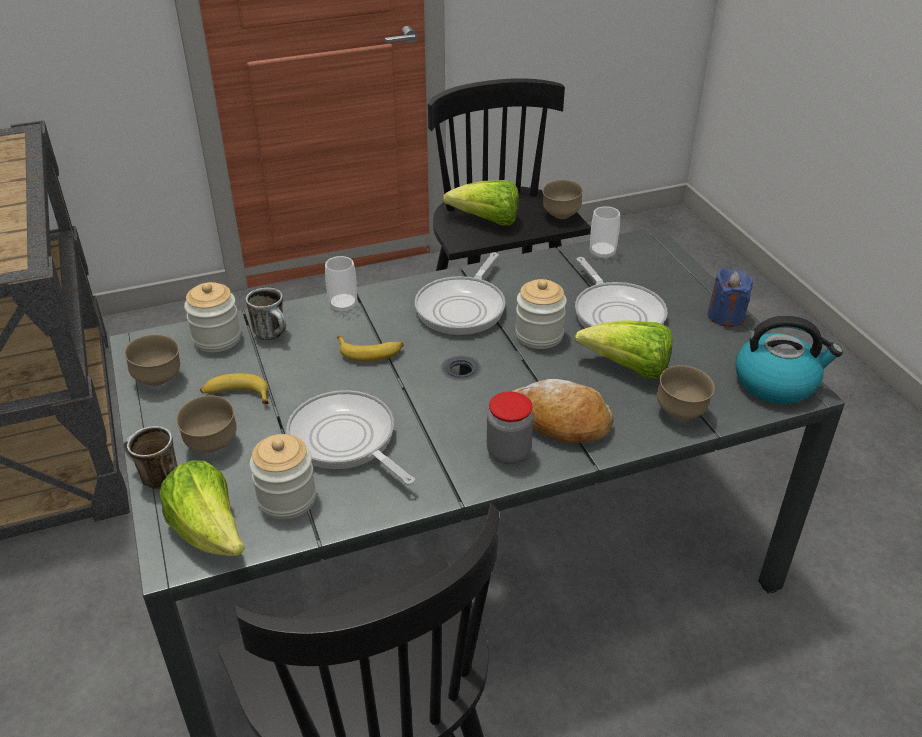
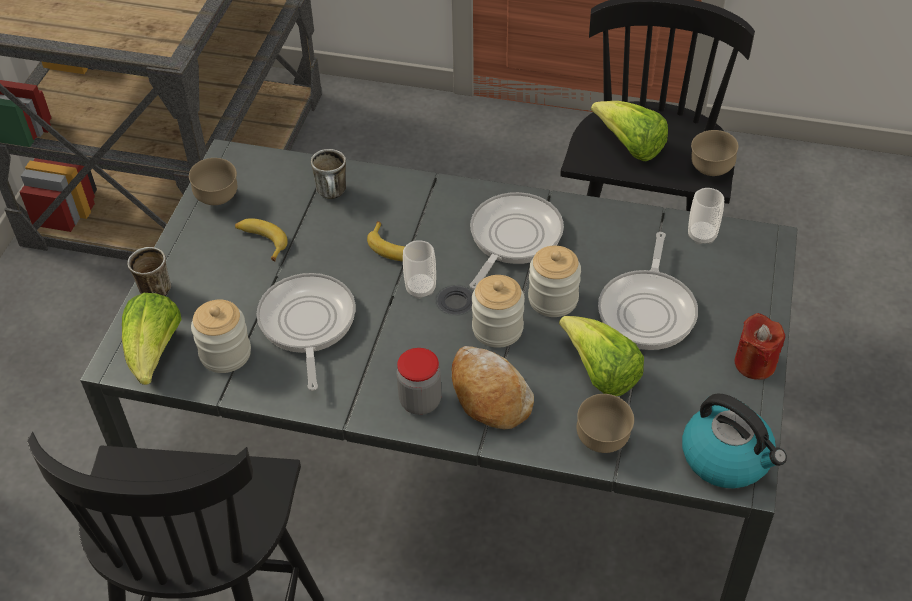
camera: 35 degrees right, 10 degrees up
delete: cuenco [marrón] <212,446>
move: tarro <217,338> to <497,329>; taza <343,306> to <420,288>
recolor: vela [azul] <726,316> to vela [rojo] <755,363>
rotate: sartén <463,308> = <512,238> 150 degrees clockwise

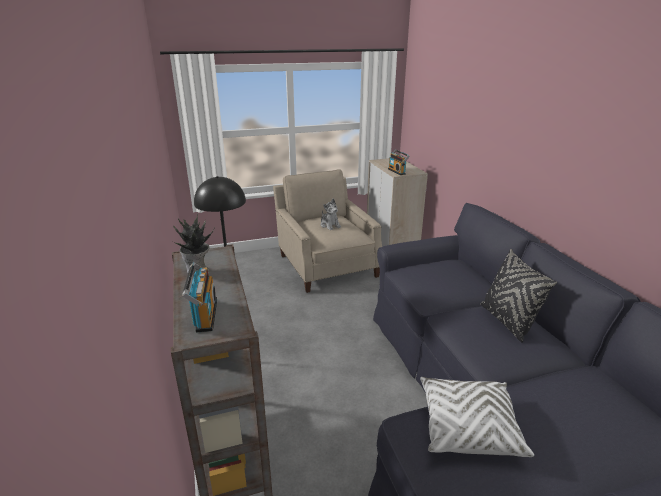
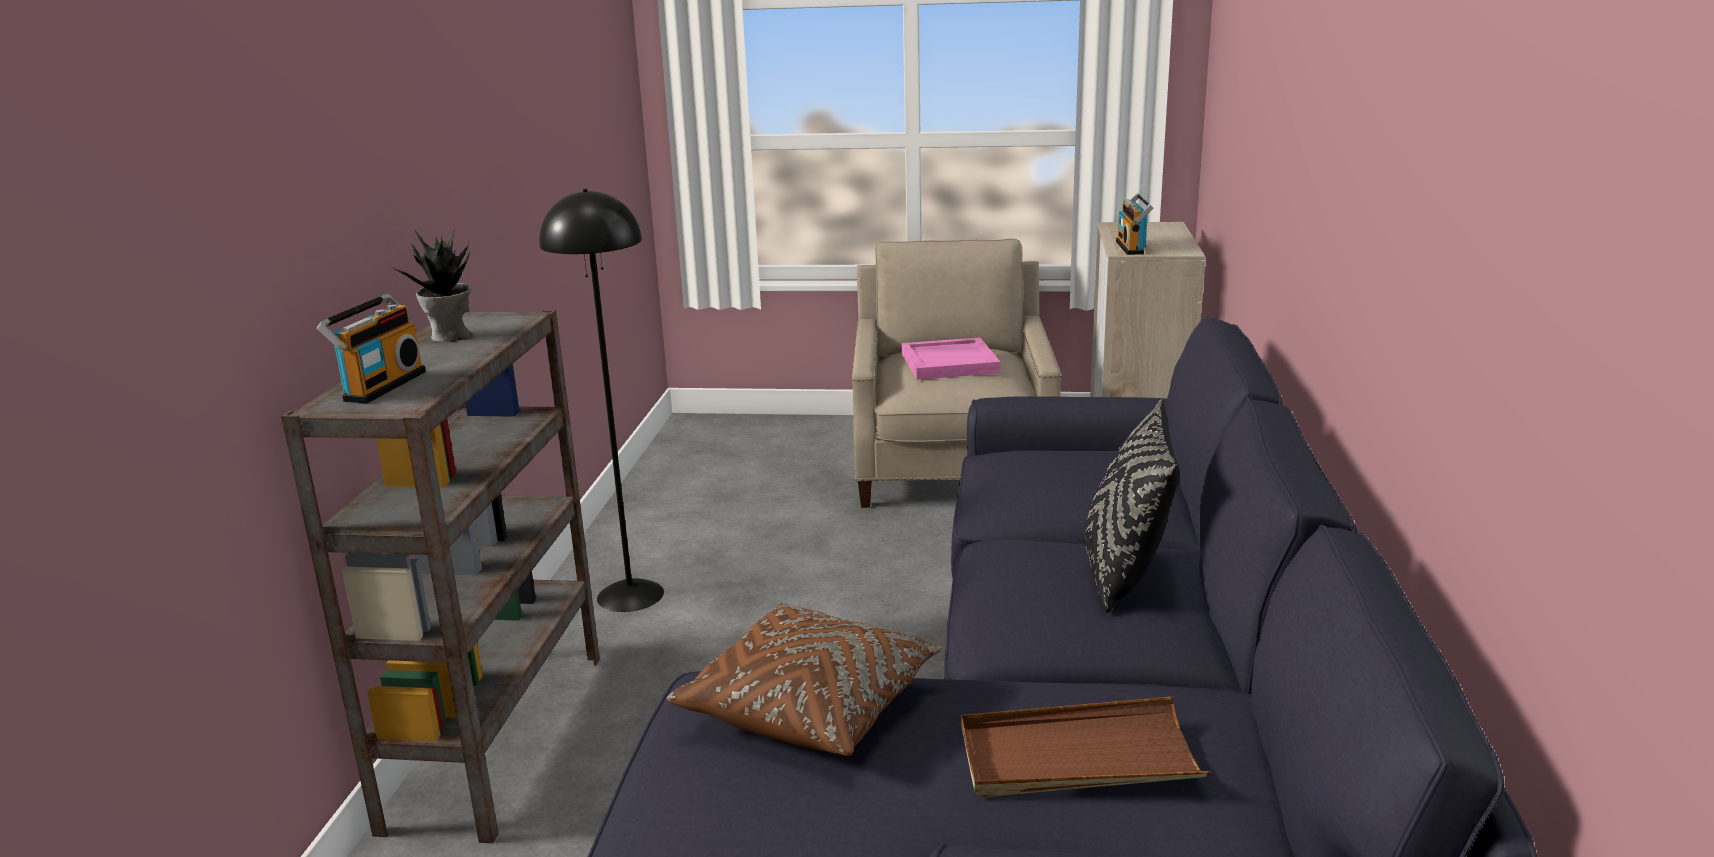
camera: 25 degrees right, 5 degrees down
insert: bandeja [marrón] <1077,756>
replace: peluche <330,225> to bandeja [rosa] <950,363>
recolor: cojín [blanco] <468,426> to cojín [marrón] <811,705>

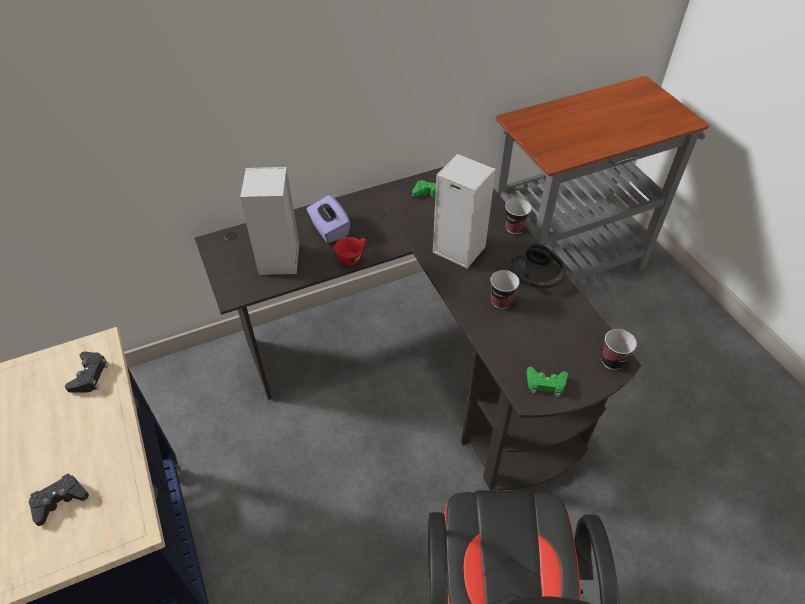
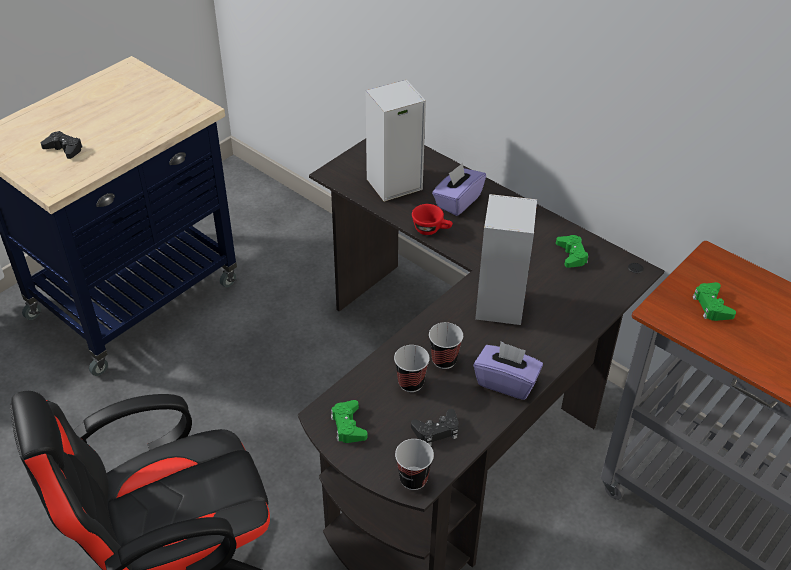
camera: 65 degrees right, 5 degrees down
insert: mando de consola [verde] <712,306>
move: mando de consola [negro] <89,375> to <436,431>; taza <514,228> to <411,383>
replace: auriculares [negro] <538,275> to caja de pañuelos [morado] <506,382>

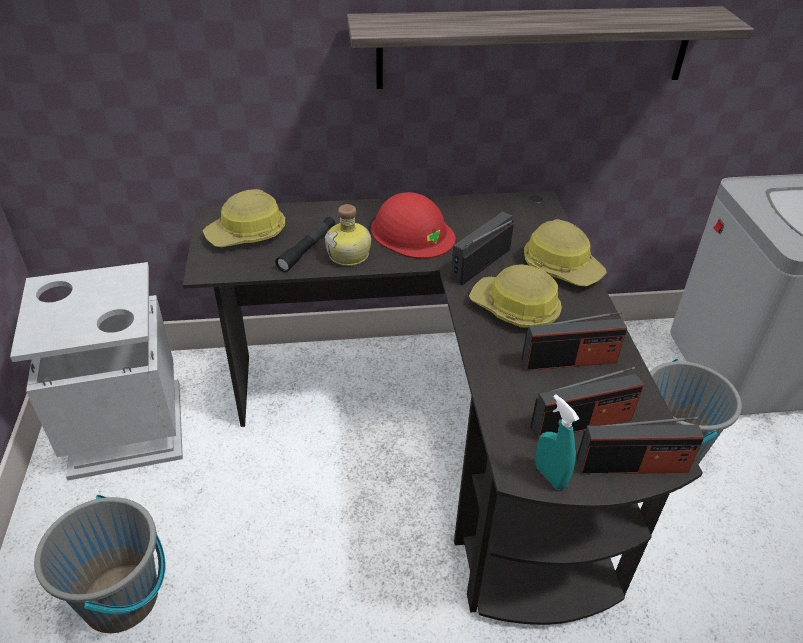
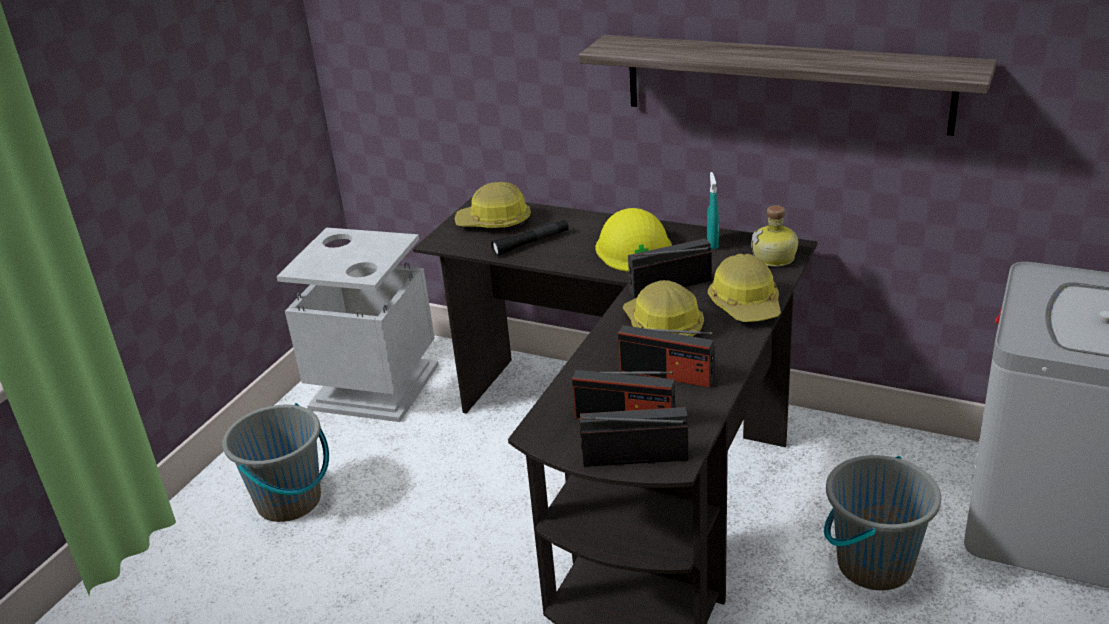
camera: 35 degrees right, 10 degrees down
move: botella <350,255> to <775,258>; pulverizador [turquesa] <550,476> to <712,243>
recolor: casco [rojo] <412,232> to casco [amarillo] <634,249>
rotate: radio <632,465> = <634,457> 150 degrees clockwise

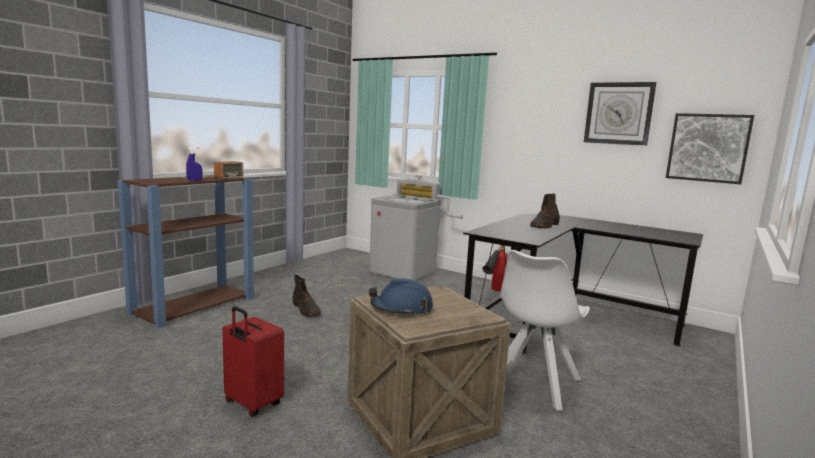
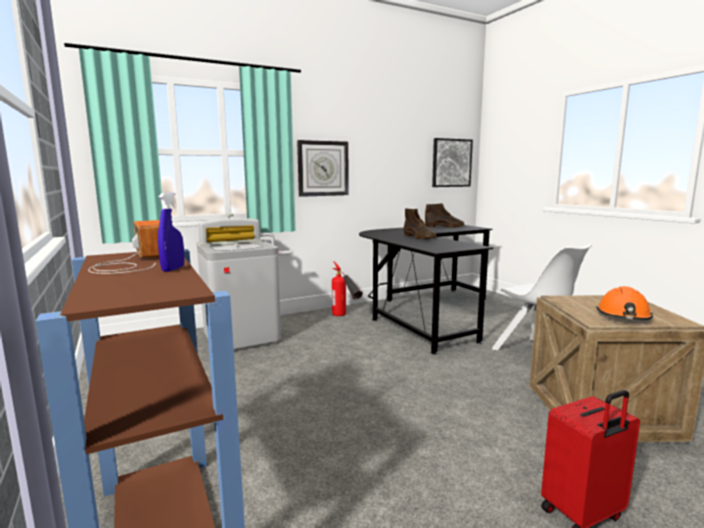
camera: 60 degrees left, 0 degrees up
move: bota [marrón] <306,310> to <444,227>; reloj de pared <618,113> to <323,168>
recolor: casco [azul] <401,309> to casco [naranja] <623,316>

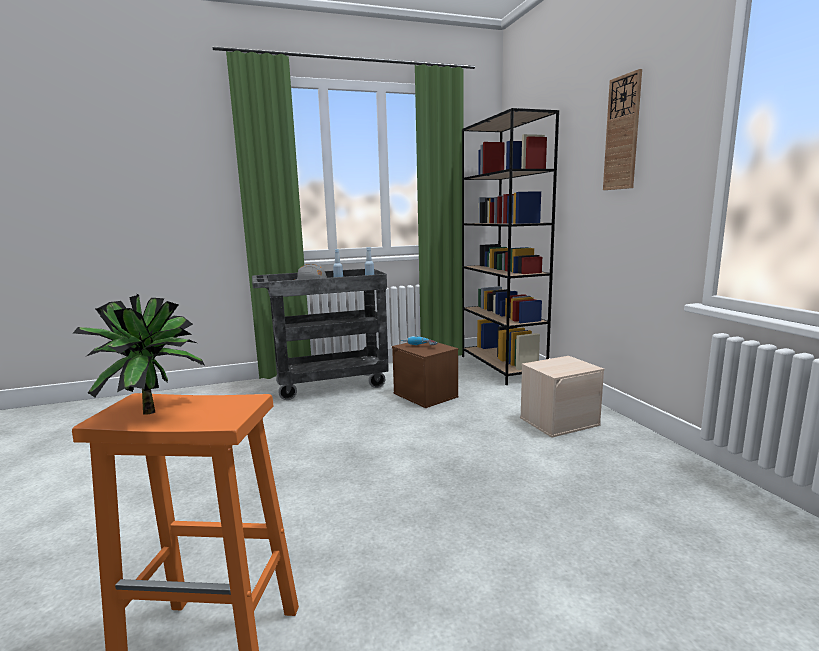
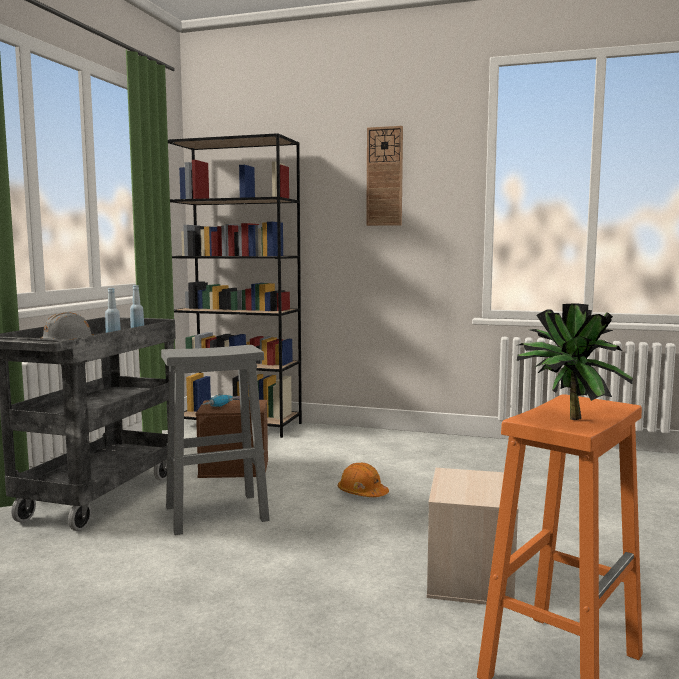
camera: 55 degrees left, 5 degrees down
insert: taburete [gris] <218,513>; casco [naranja] <362,493>
move: caja de almacenaje [beis] <559,421> to <469,576>

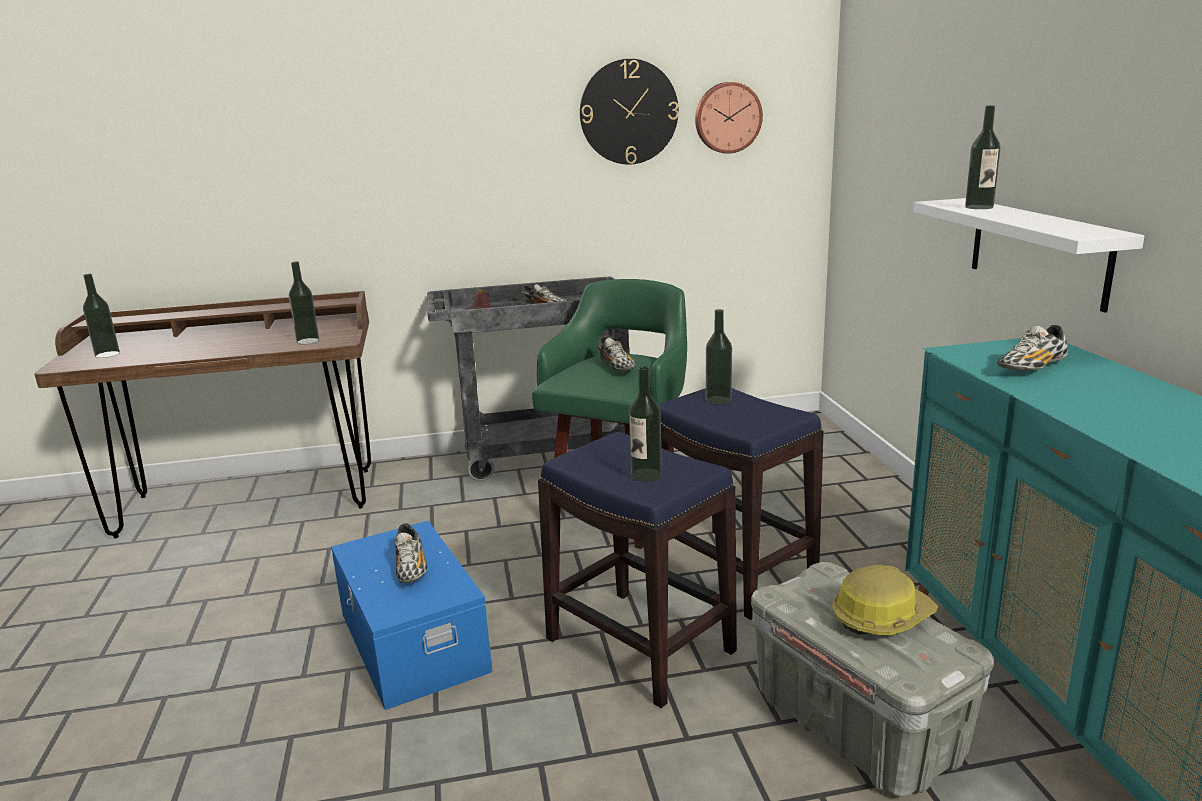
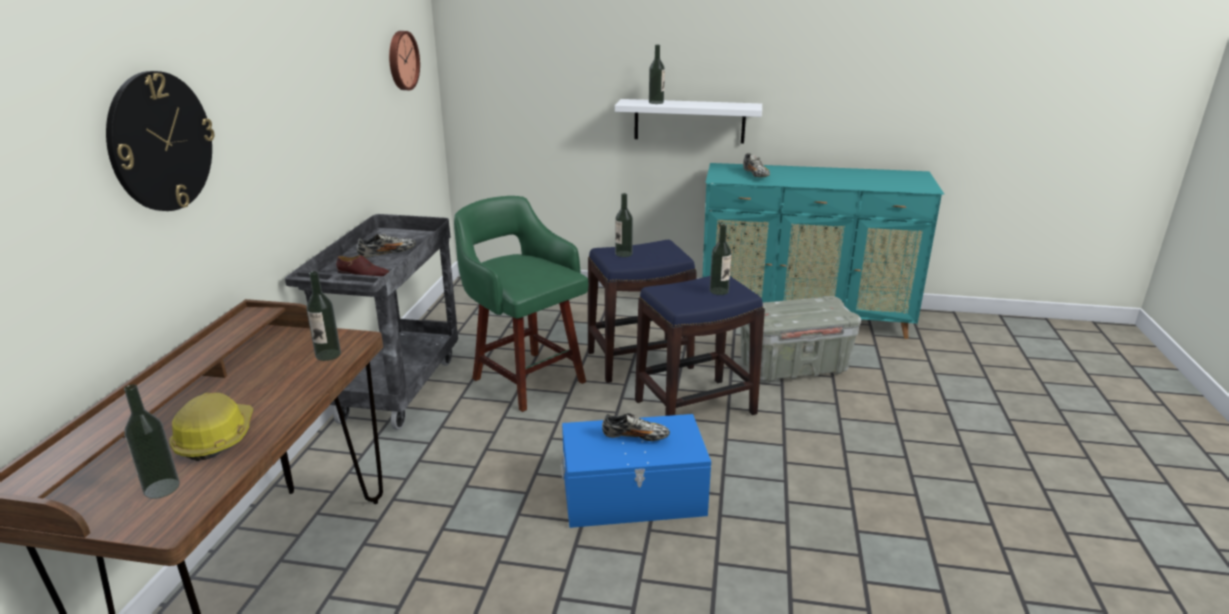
camera: 70 degrees left, 5 degrees up
delete: zapato <616,367>
move: reloj de pared <628,112> to <160,142>; casco <881,617> to <215,438>

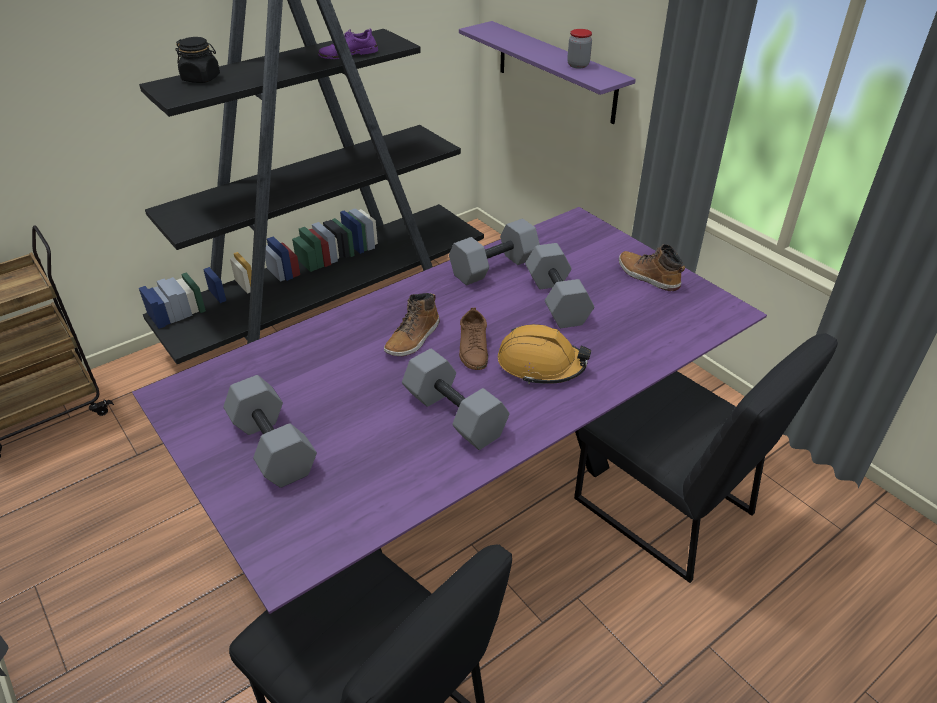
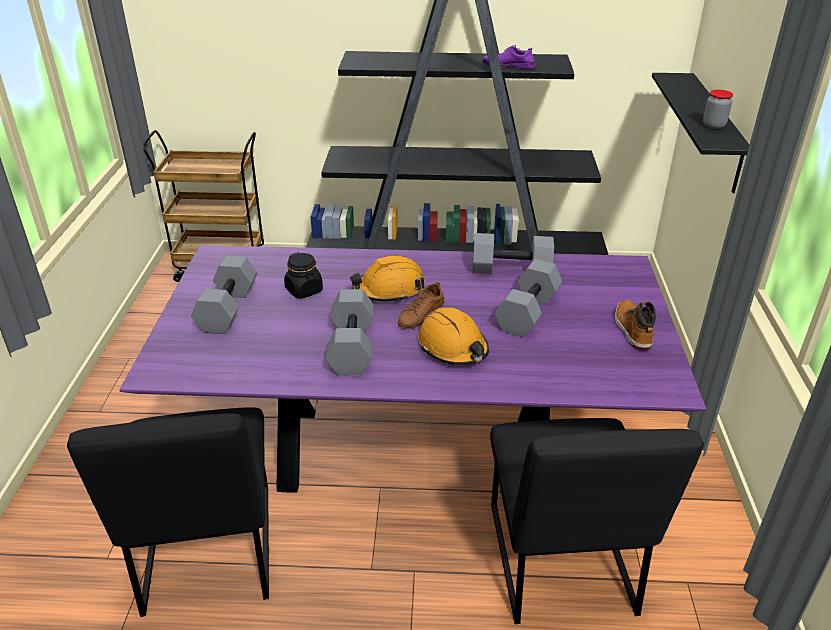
camera: 40 degrees right, 5 degrees down
move: tarro [negro] <201,78> to <304,290>
replace: bota <413,338> to casco [naranja] <389,289>
recolor: estante [morado] <556,72> to estante [negro] <715,131>

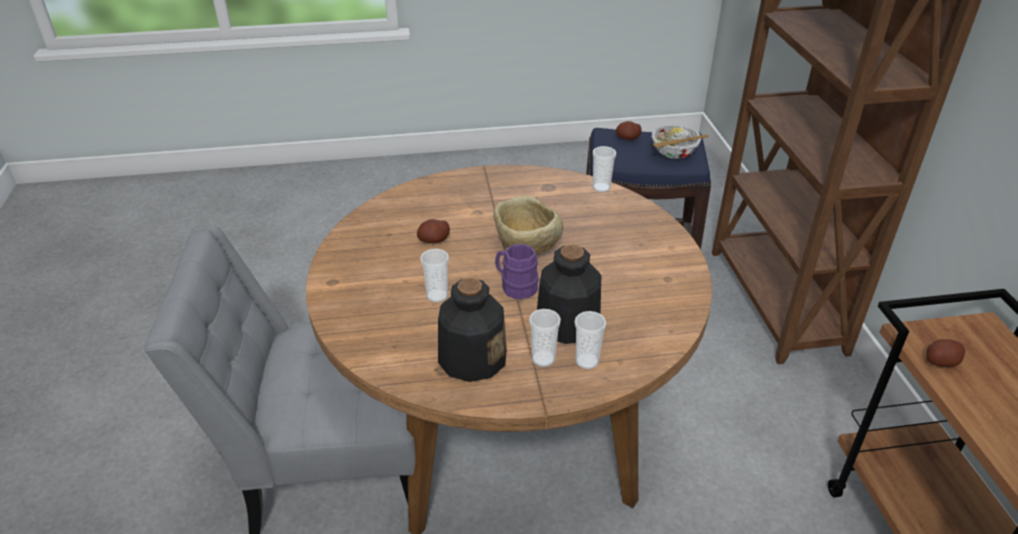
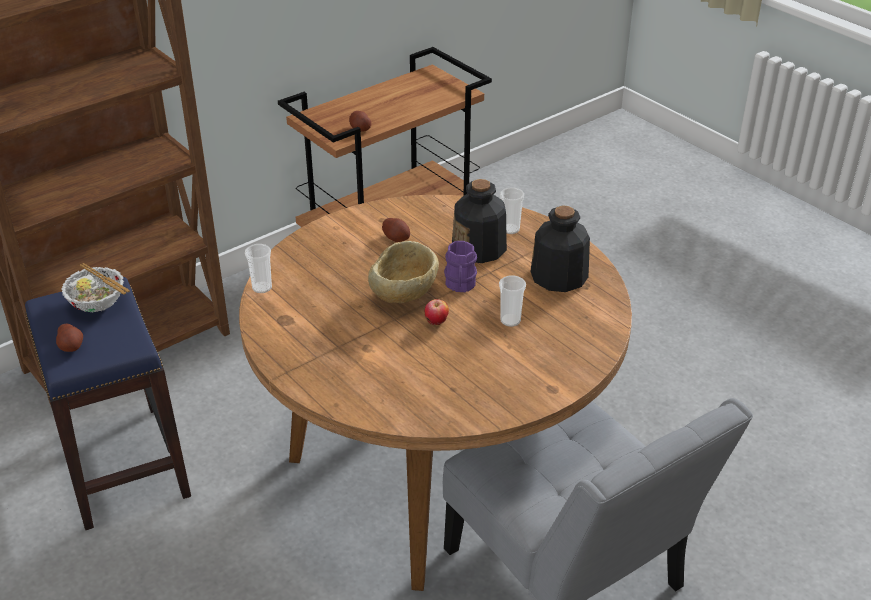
camera: 120 degrees left, 0 degrees up
delete: taza <543,359>
insert: manzana <436,323>
move: patata <434,240> to <396,238>

